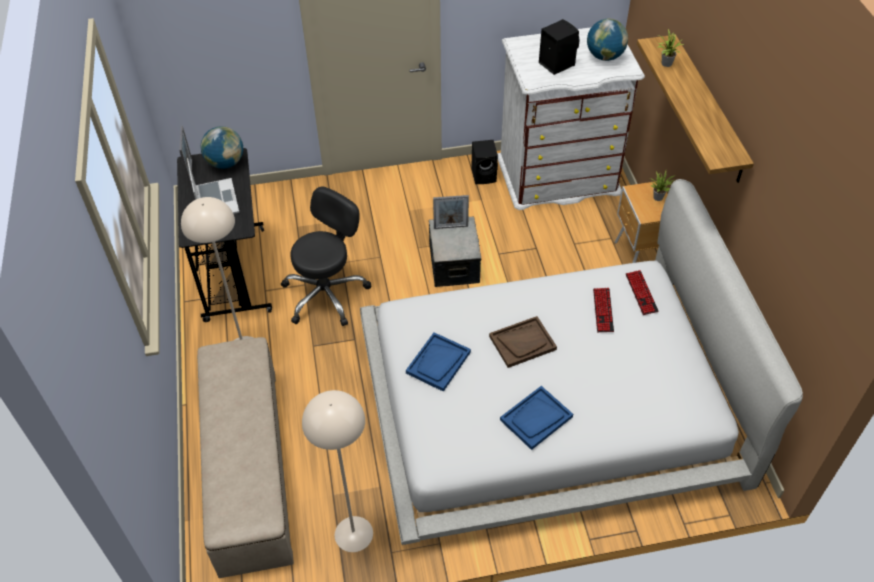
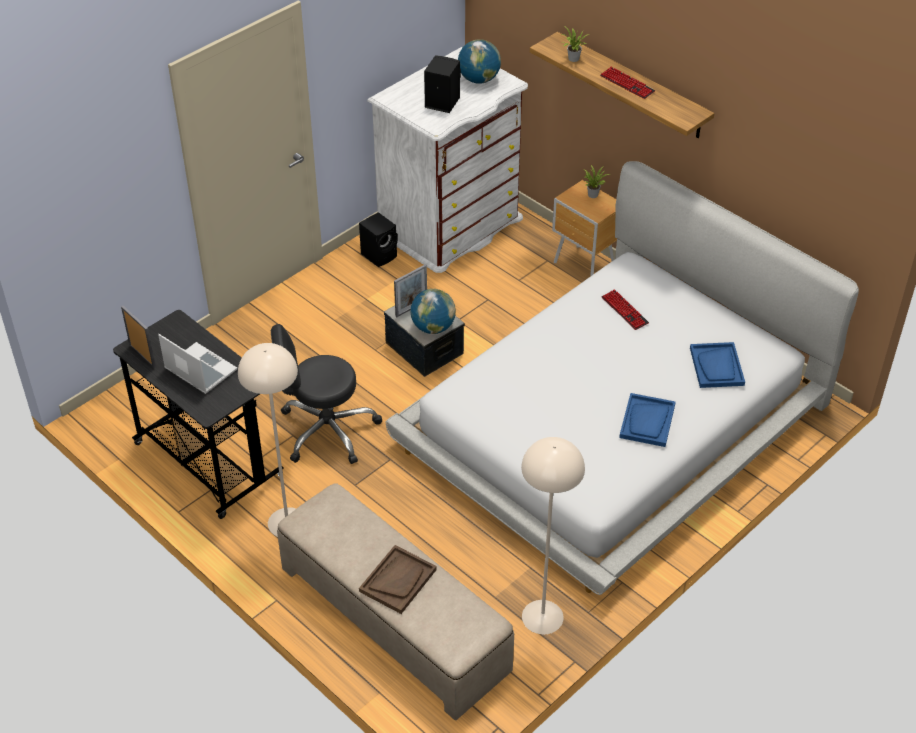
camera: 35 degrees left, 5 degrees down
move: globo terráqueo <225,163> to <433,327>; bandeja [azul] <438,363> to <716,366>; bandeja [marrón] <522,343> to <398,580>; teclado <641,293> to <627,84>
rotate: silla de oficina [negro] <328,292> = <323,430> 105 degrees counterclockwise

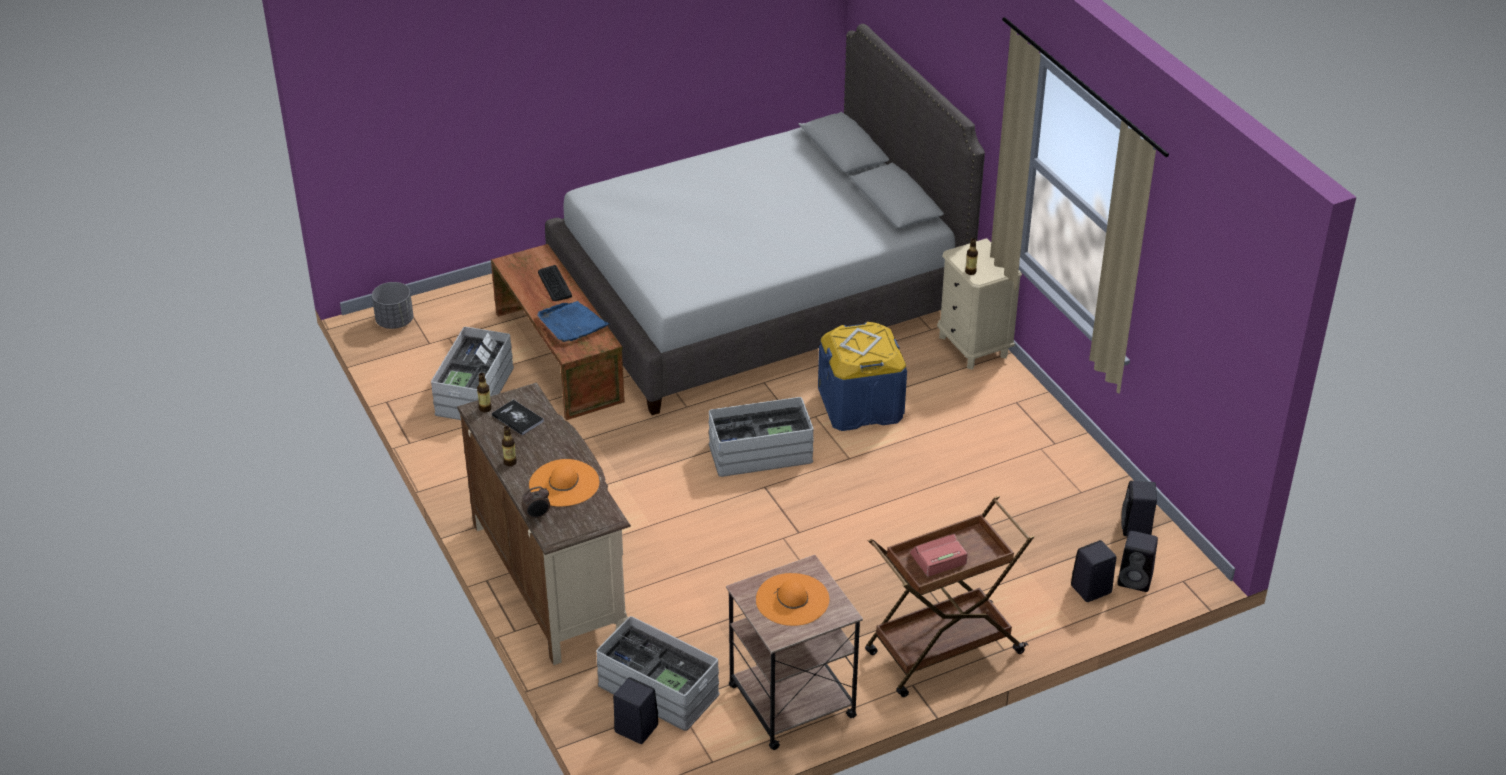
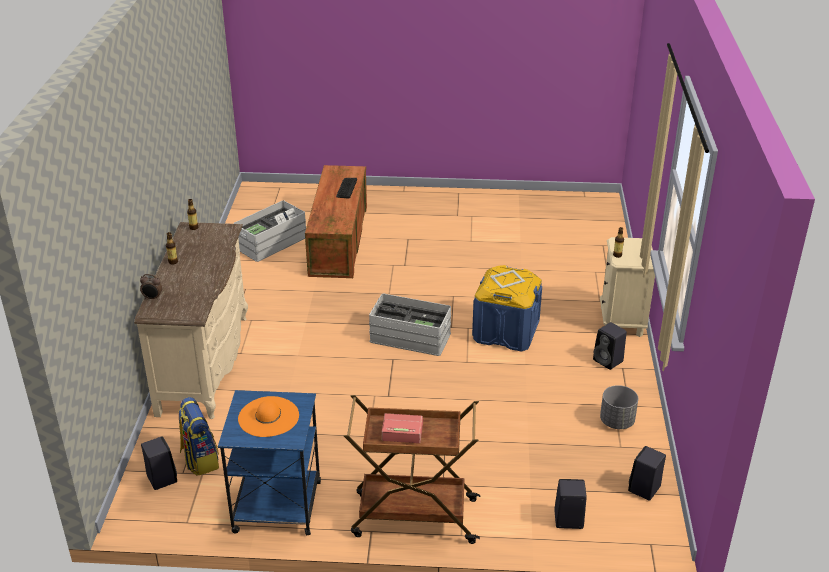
camera: 30 degrees right, 5 degrees down
delete: libro <517,418>; sombrero [naranja] <564,483>; bandeja [azul] <572,324>; cama [gris] <759,297>
move: maceta [gris] <395,321> to <617,421>; altavoz [negro] <1136,580> to <609,361>
replace: caja de almacenaje [gris] <657,690> to mochila <199,459>
recolor: carrito [marrón] <790,702> to carrito [azul] <275,505>

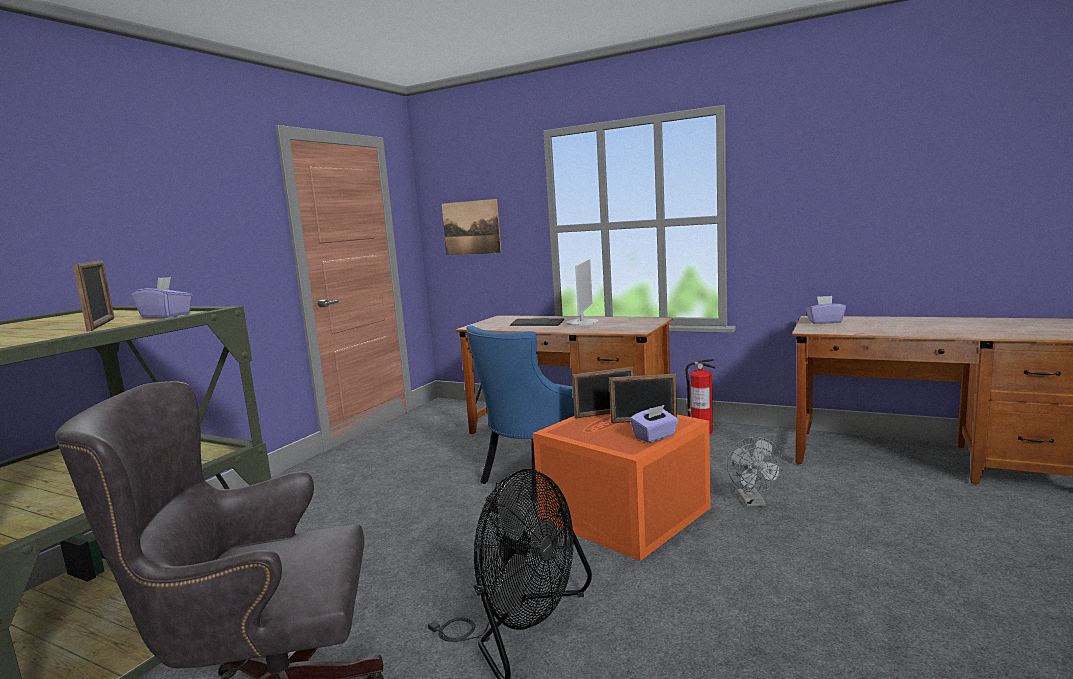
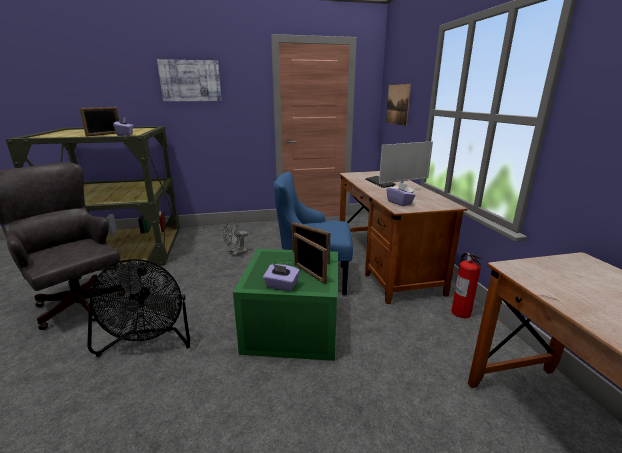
camera: 50 degrees right, 10 degrees up
insert: cuadro <190,81>
move: ventilador [gris] <753,502> to <236,253>; caja de pañuelos [morado] <824,322> to <399,203>
recolor: caja de almacenaje [naranja] <625,515> to caja de almacenaje [verde] <291,327>

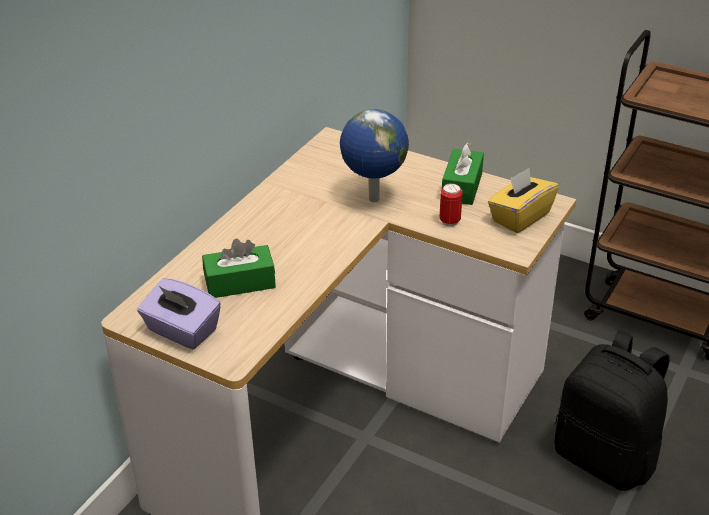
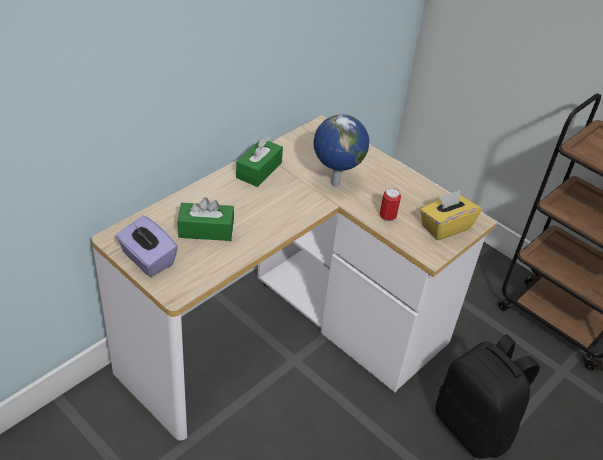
camera: 10 degrees right, 5 degrees up
move: caja de pañuelos [verde] <462,187> to <259,170>

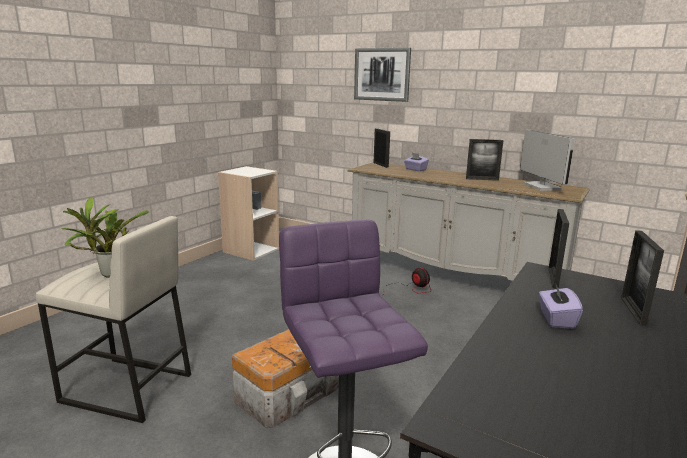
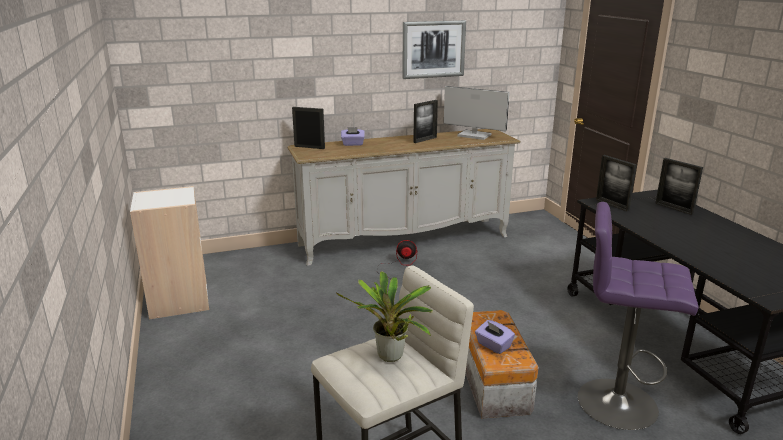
camera: 50 degrees left, 5 degrees up
move: cuadro <382,74> to <433,49>; caja de pañuelos [morado] <556,319> to <493,345>

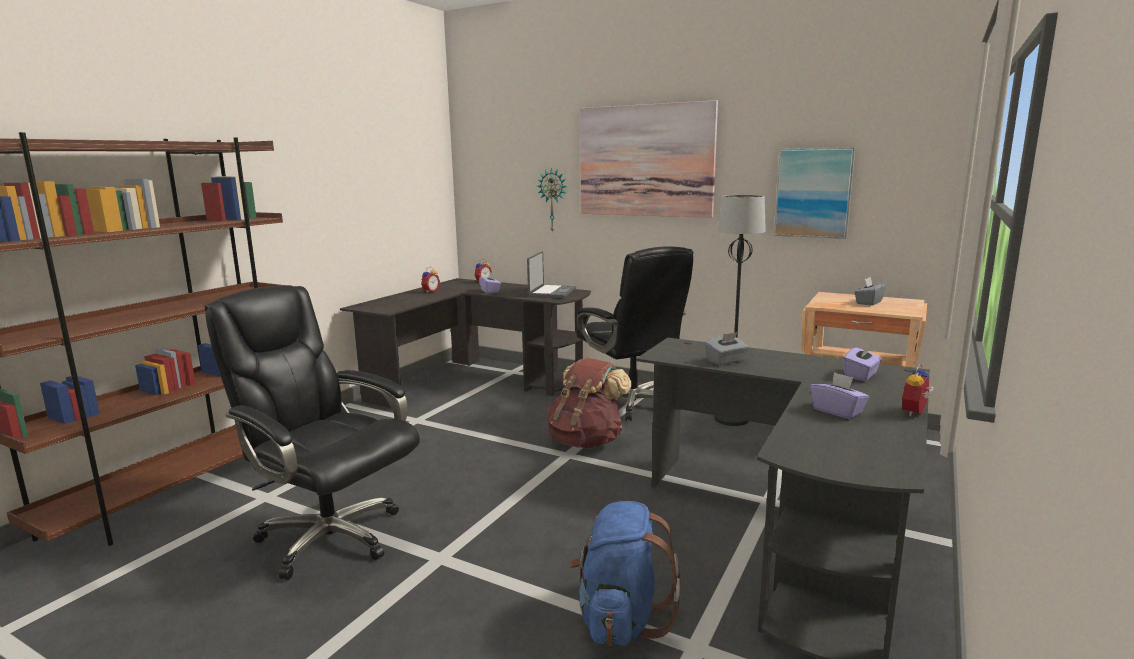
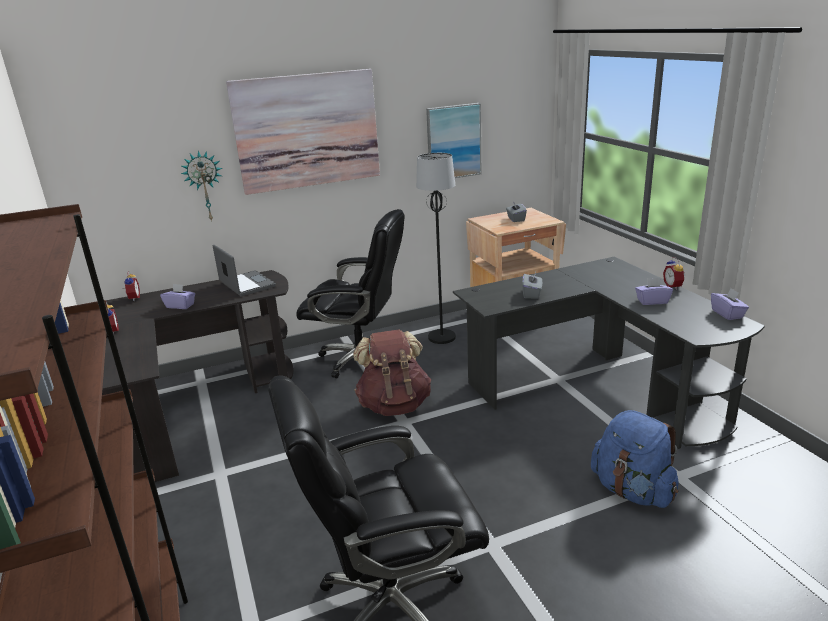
camera: 50 degrees left, 10 degrees up
move: caja de pañuelos [morado] <861,375> to <727,314>

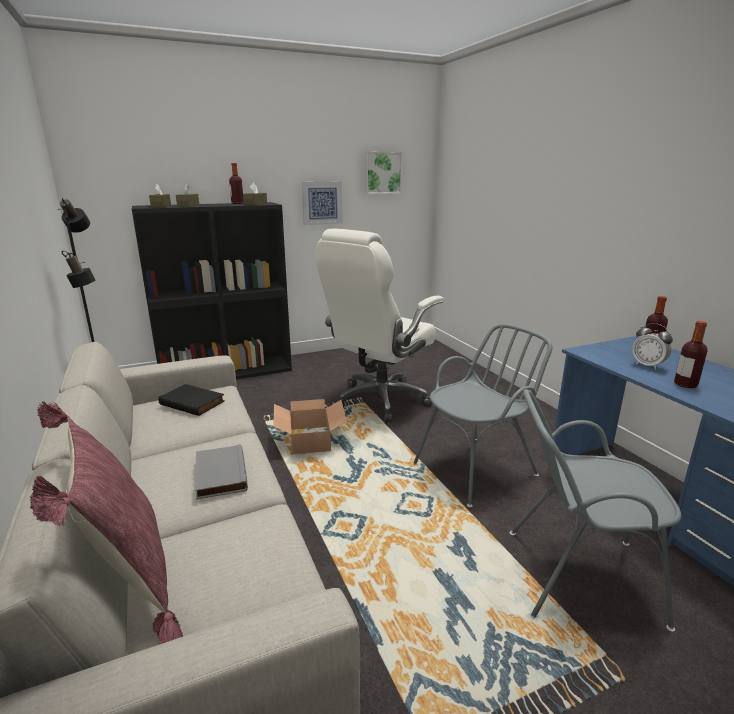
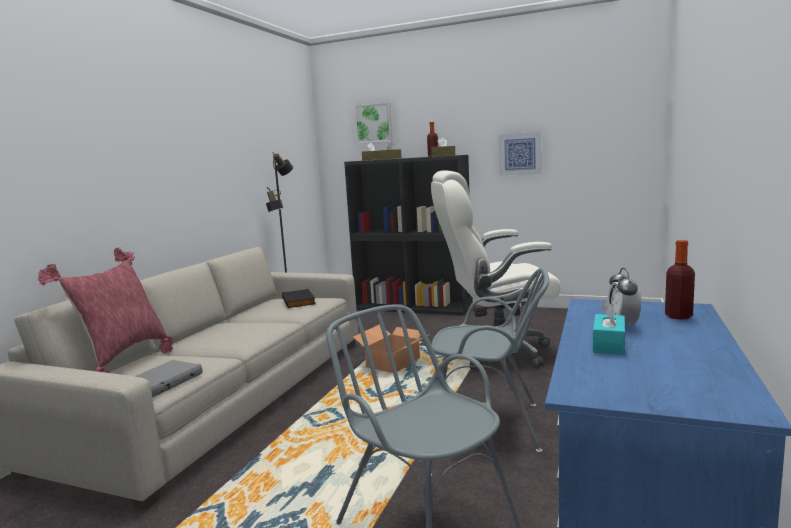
camera: 45 degrees right, 10 degrees down
move: libro [gris] <219,475> to <162,382>; cuadro <382,173> to <374,123>
replace: botella <685,384> to caja de pañuelos [turquesa] <608,344>

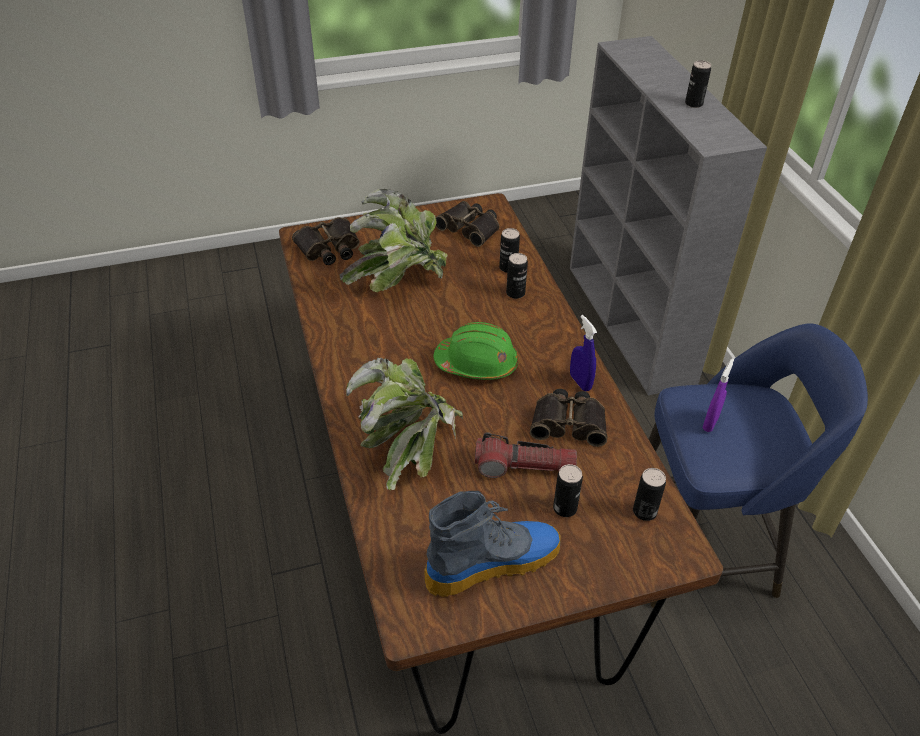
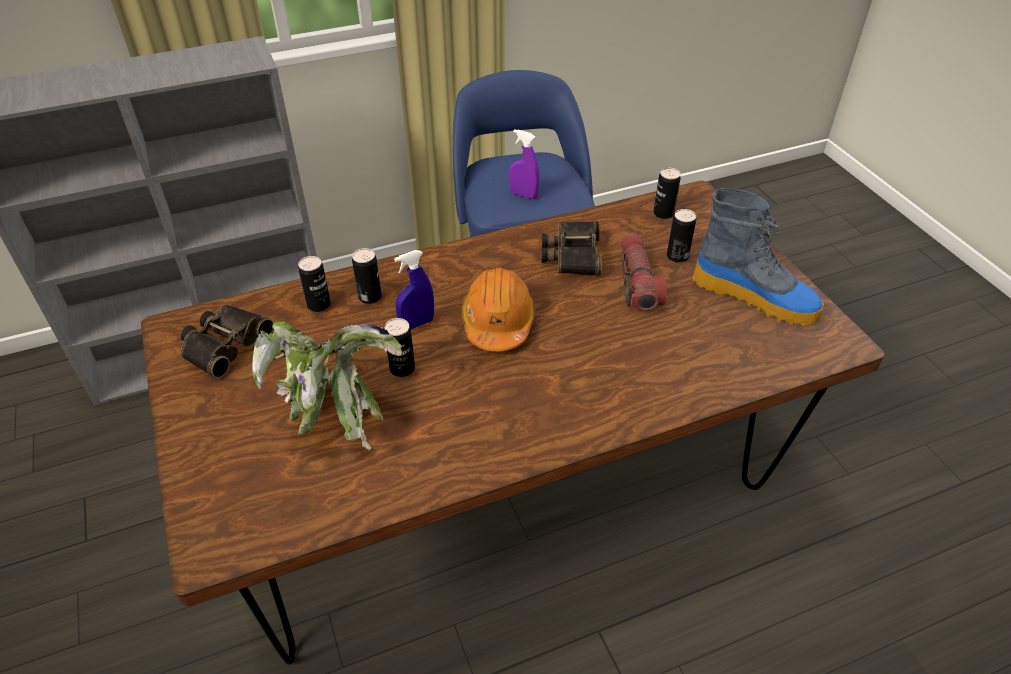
camera: 95 degrees left, 0 degrees up
delete: prismáticos <329,248>; planta en maceta <411,448>
move: pulverizador [azul] <580,382> to <417,324>; lata <693,104> to <402,368>
recolor: casco [verde] <477,364> to casco [naranja] <498,322>
rotate: bota <493,563> = <755,297> 150 degrees clockwise

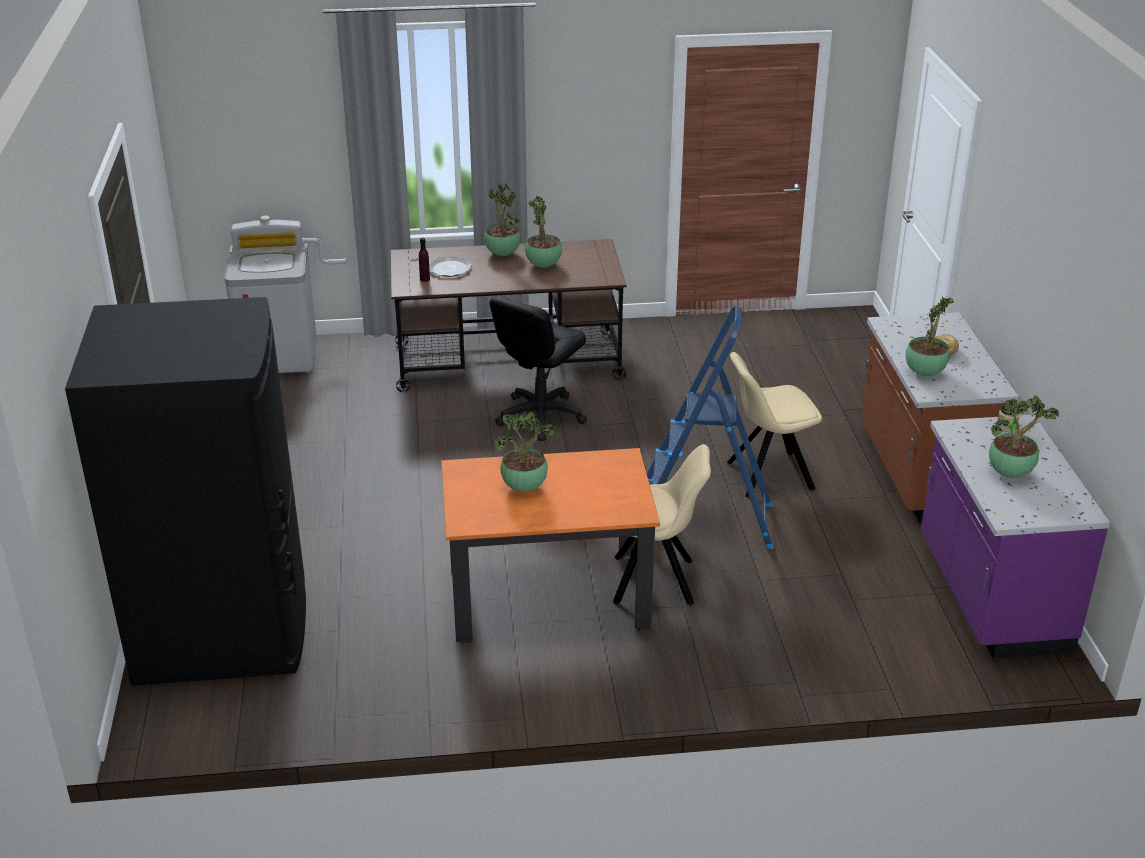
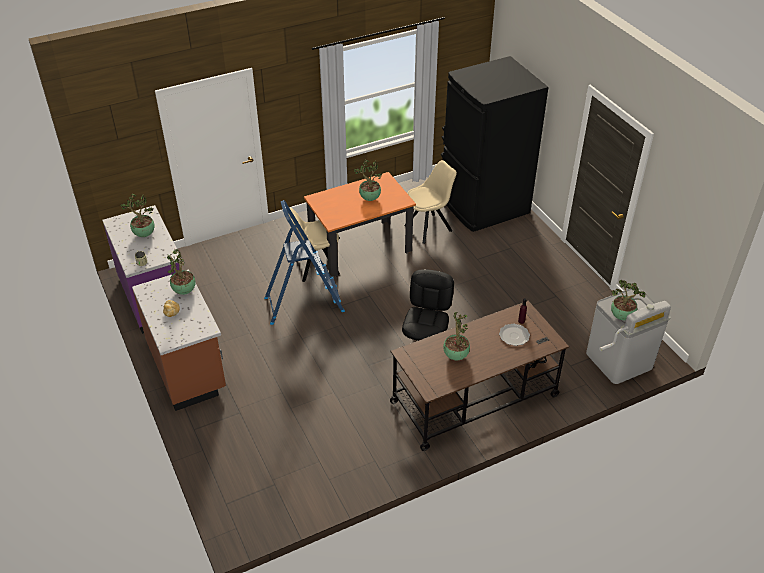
camera: 160 degrees right, 10 degrees up
move: planta en maceta <502,253> to <622,316>; silla [beis] <769,475> to <429,228>

